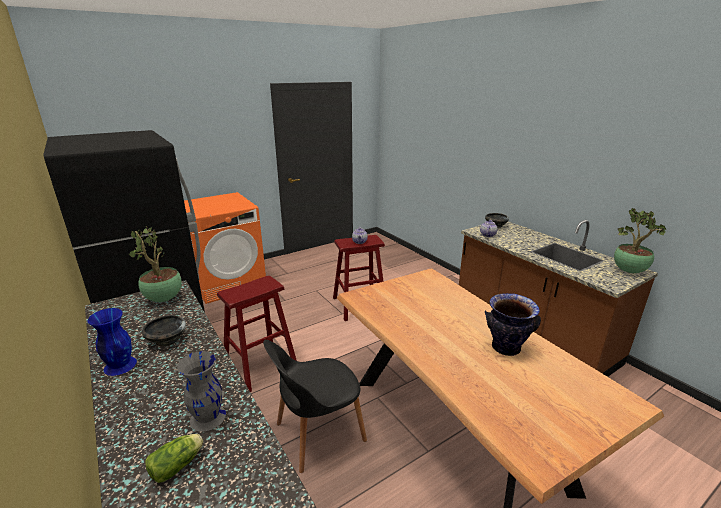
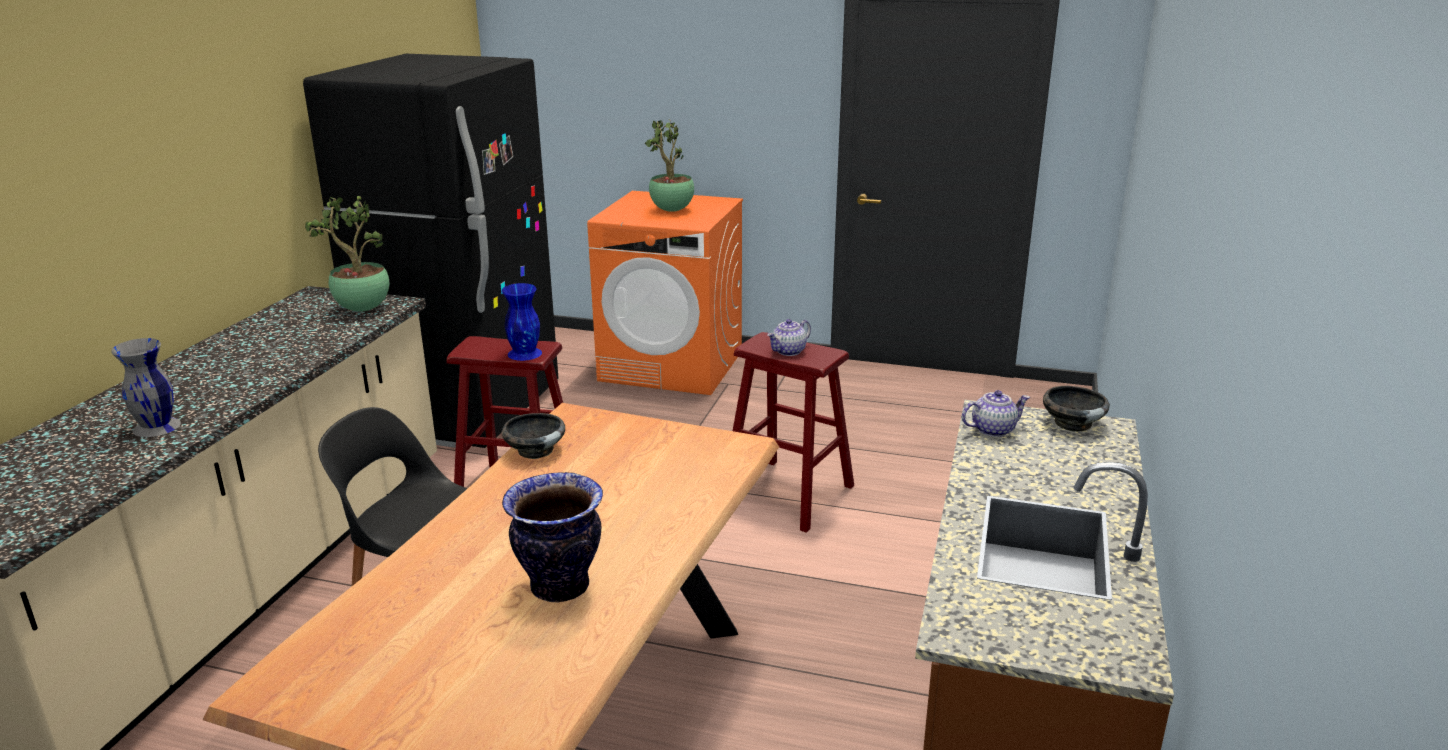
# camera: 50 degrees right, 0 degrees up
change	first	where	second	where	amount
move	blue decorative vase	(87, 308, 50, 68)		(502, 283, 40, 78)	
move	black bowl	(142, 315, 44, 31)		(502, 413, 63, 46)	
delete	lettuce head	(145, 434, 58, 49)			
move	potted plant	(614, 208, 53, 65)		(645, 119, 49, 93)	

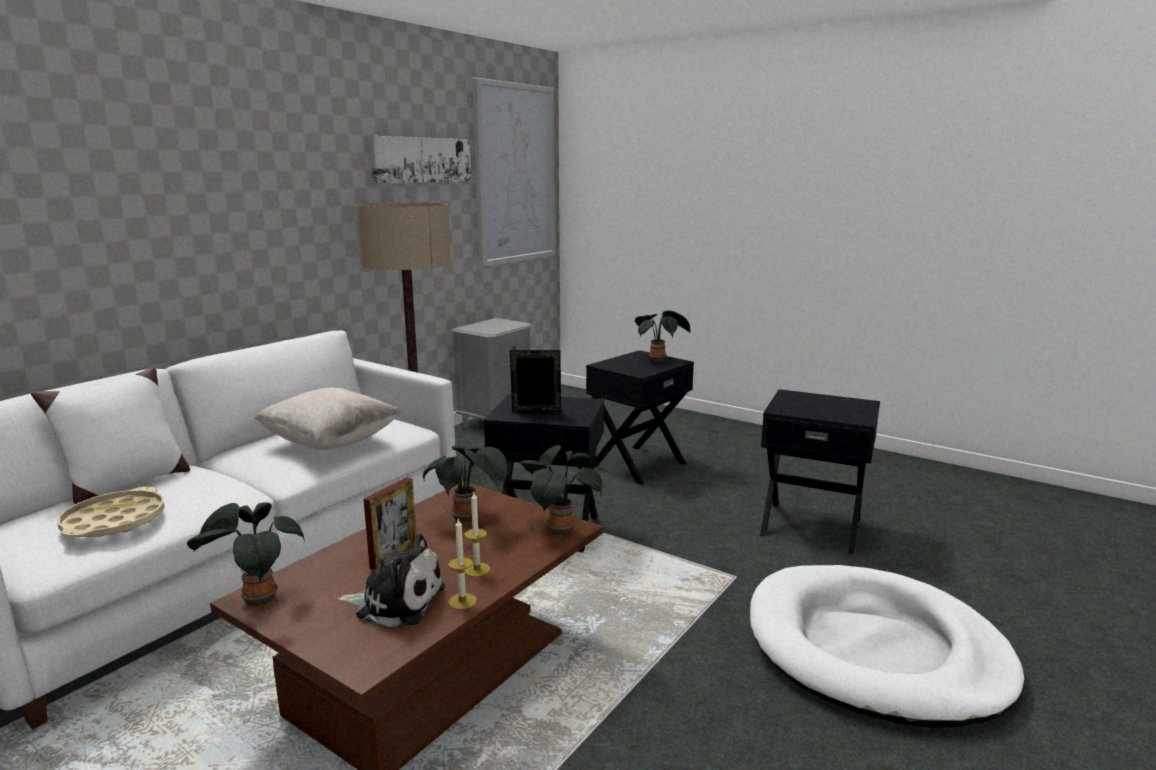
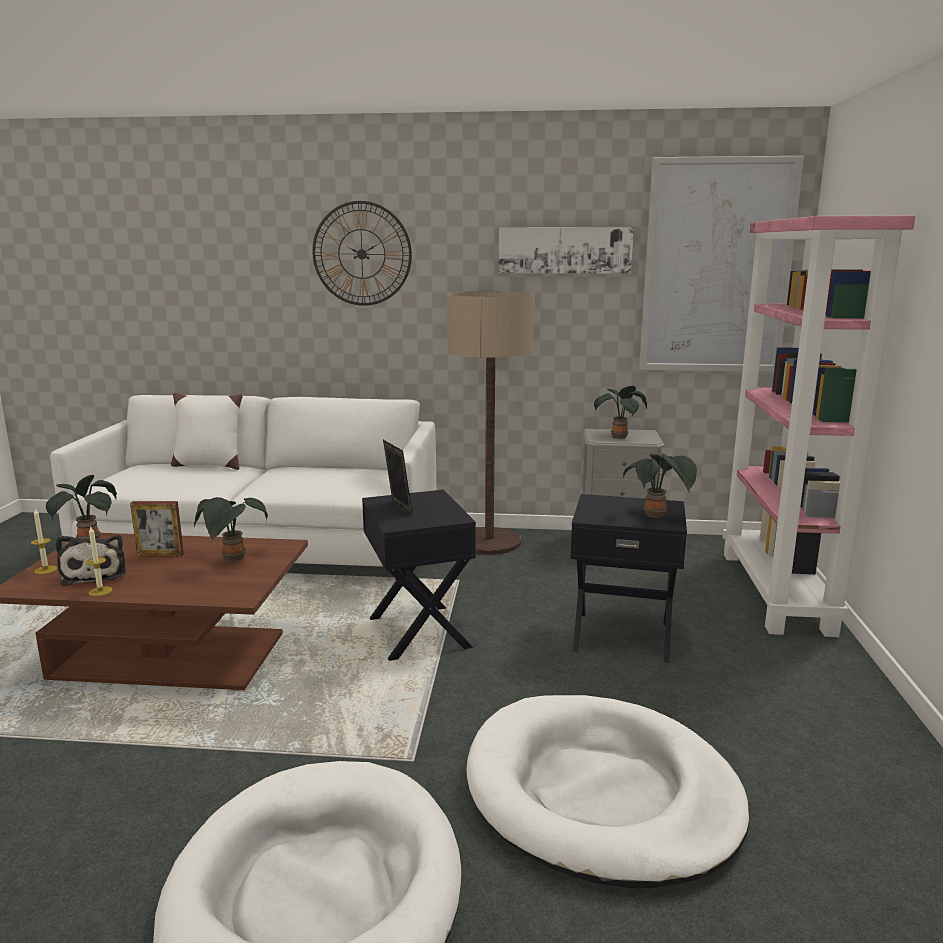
# camera: 60 degrees right, 0 degrees up
change	first	where	second	where	amount
delete	beige-coloured tray	(57, 487, 108, 50)			
delete	beige-coloured pillow	(254, 388, 147, 62)			
move	wax light	(464, 493, 26, 84)		(31, 509, 26, 65)	
move	potted plant	(519, 445, 83, 92)		(594, 386, 53, 52)	
replace	black accent table	(760, 389, 120, 165)	whitish dog cushion	(466, 695, 284, 193)	
insert			hanging clock	(312, 201, 100, 105)	
insert			pink bookcase	(722, 216, 193, 421)	

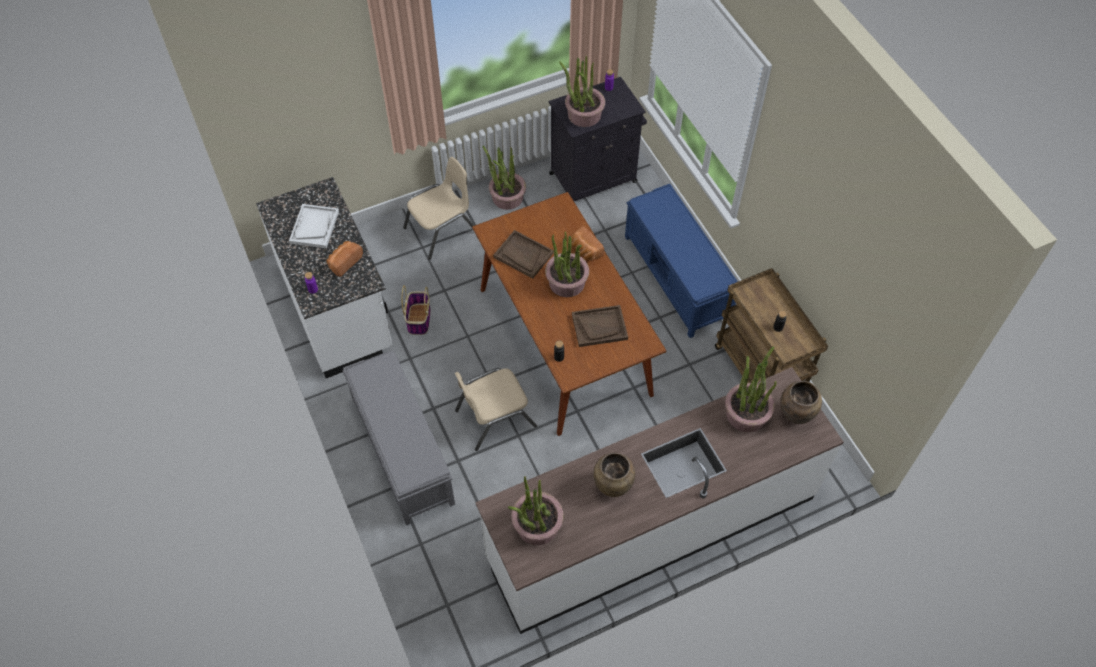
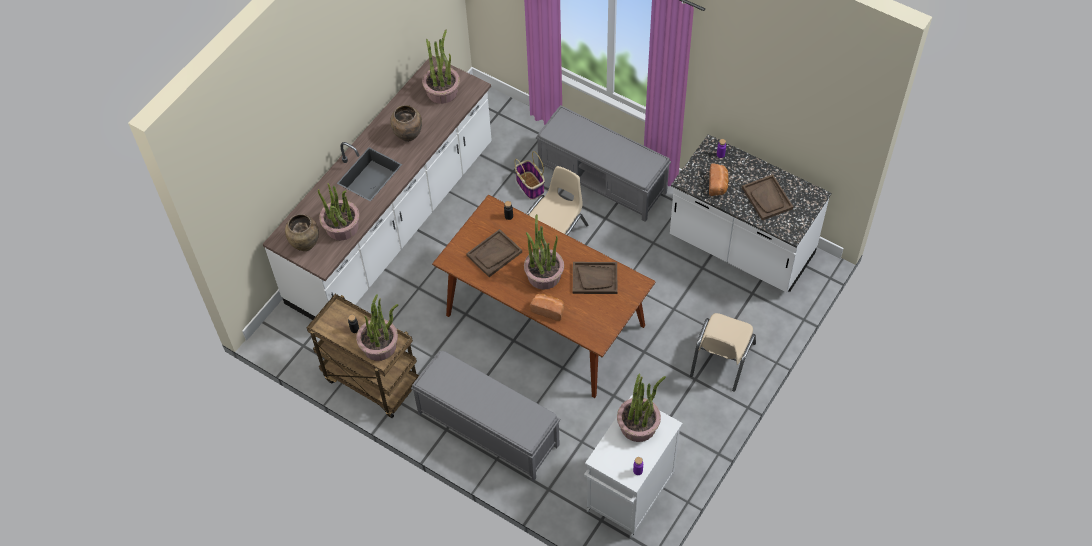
# camera: 150 degrees right, 0 degrees up
change	first	where	second	where	amount
recolor	whitish tray	(289, 204, 50, 44)	brownish tray	(742, 175, 51, 45)	
move	basket	(402, 285, 28, 50)		(514, 151, 31, 49)	
move	potted plant	(482, 146, 44, 64)		(356, 294, 42, 67)	
recolor	black storage cabinet	(549, 77, 98, 125)	whitish storage cabinet	(584, 395, 98, 143)	
recolor	blue bench	(625, 184, 113, 154)	greyish bench	(411, 351, 149, 131)	

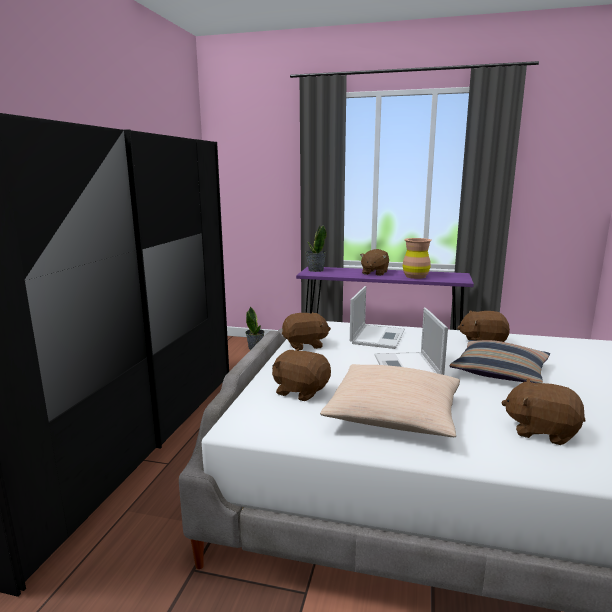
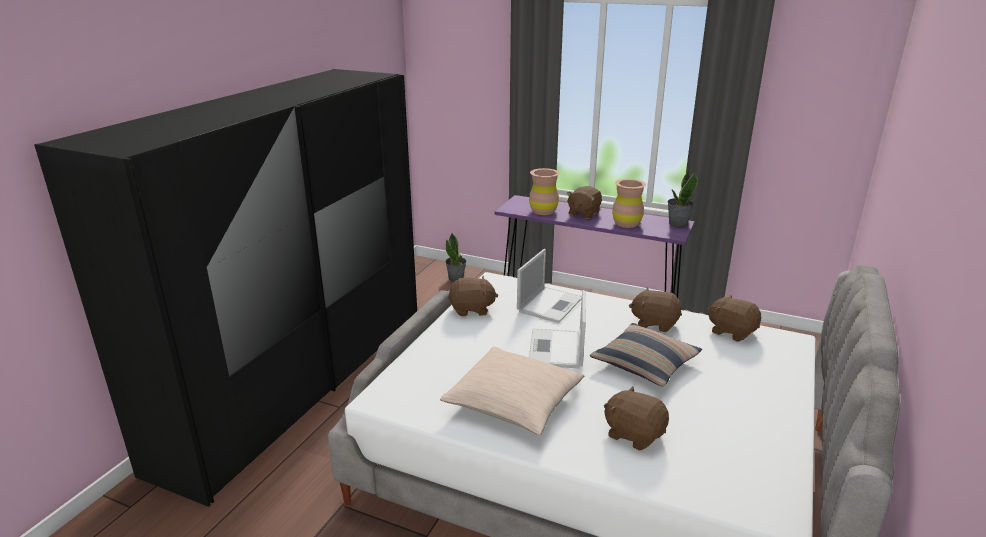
# camera: 10 degrees right, 10 degrees up
change	first	where	second	where	amount
move	brownish soft toy	(272, 348, 59, 53)		(707, 295, 54, 47)	
move	potted plant	(306, 225, 21, 47)		(668, 170, 30, 57)	
insert			brownish decorative vase	(529, 168, 31, 47)	

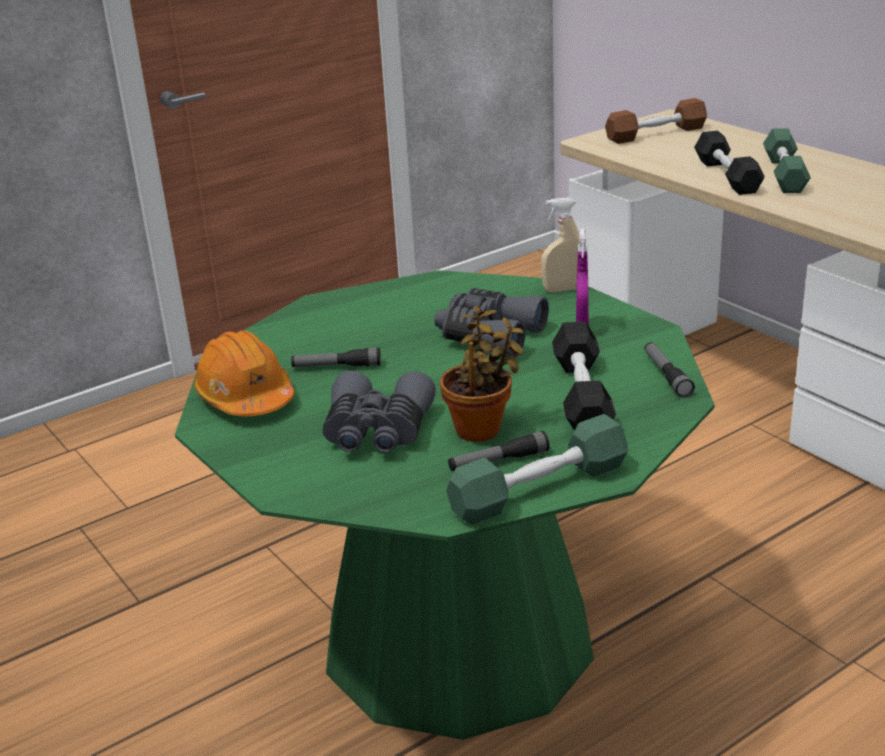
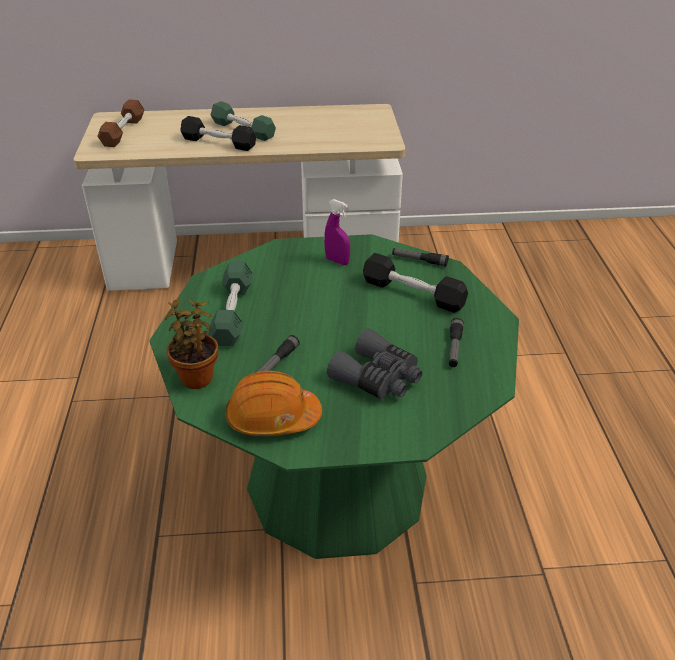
# camera: 60 degrees left, 10 degrees up
change	first	where	second	where	amount
delete	greyish binoculars	(434, 288, 115, 70)			
move	potted plant	(440, 306, 84, 136)		(165, 299, 54, 90)	
move	greenish free weight	(446, 414, 182, 110)		(208, 261, 45, 85)	
delete	beige-coloured spray bottle	(541, 197, 38, 95)			

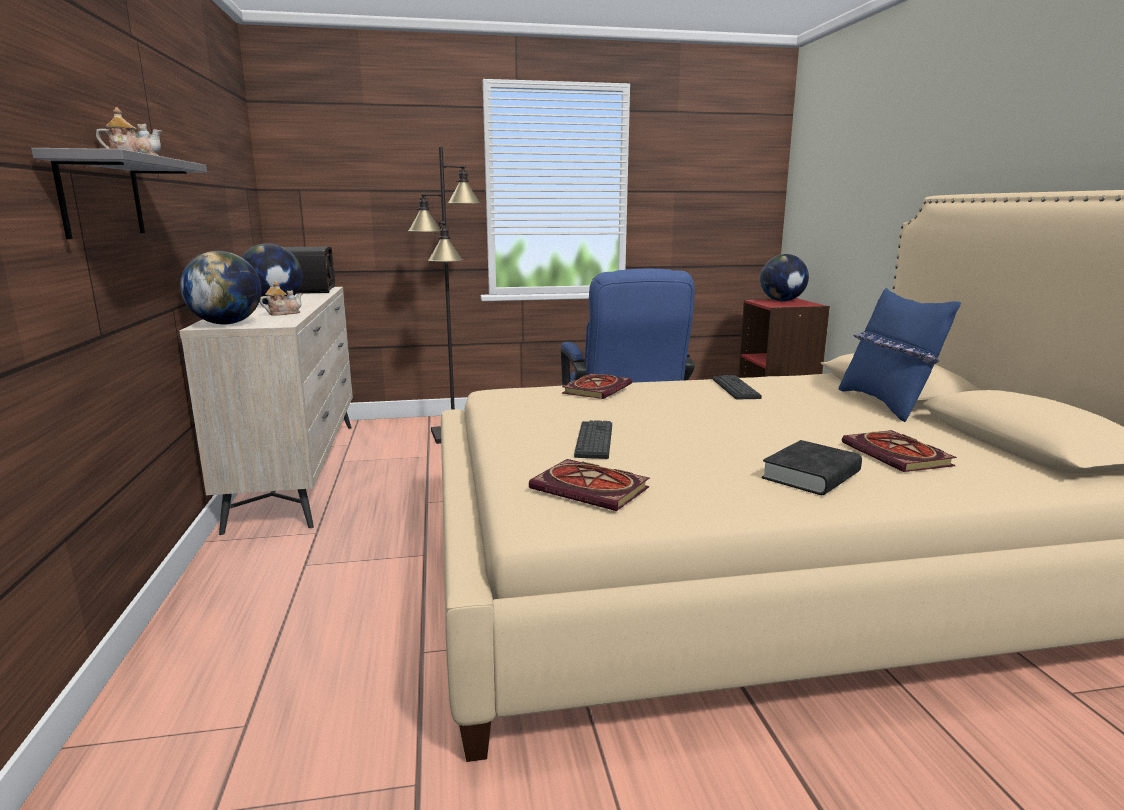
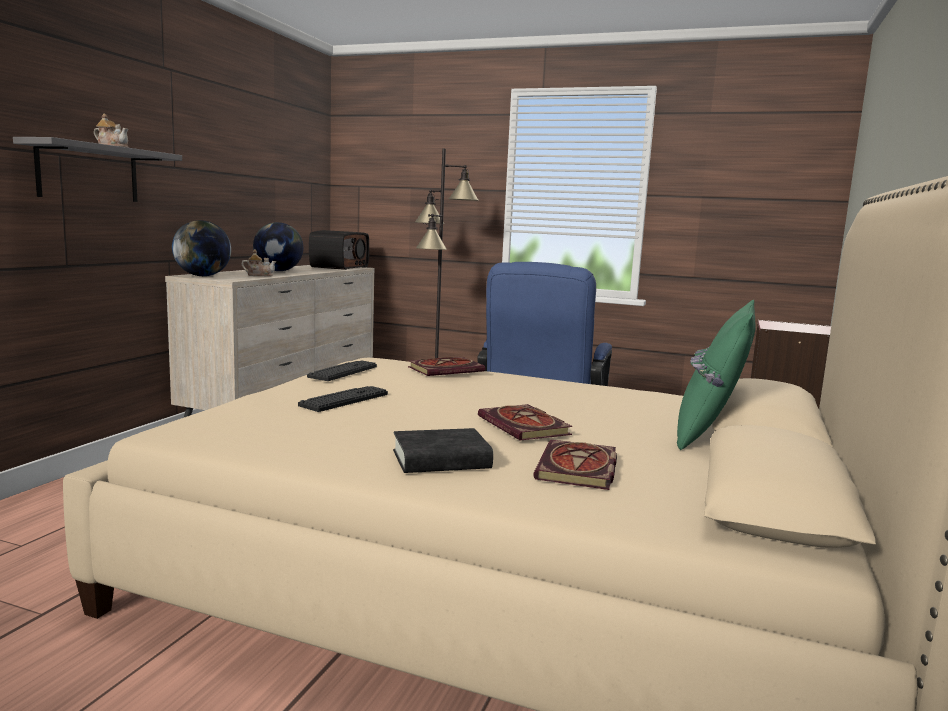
# camera: 30 degrees right, 5 degrees down
change	first	where	second	where	amount
move	bound book	(529, 459, 120, 52)		(478, 404, 94, 36)	
move	computer keyboard	(713, 375, 49, 24)		(307, 360, 70, 21)	
delete	globe	(760, 254, 49, 47)			
recolor	blue pillow	(839, 288, 122, 134)	greenish pillow	(677, 300, 79, 150)	

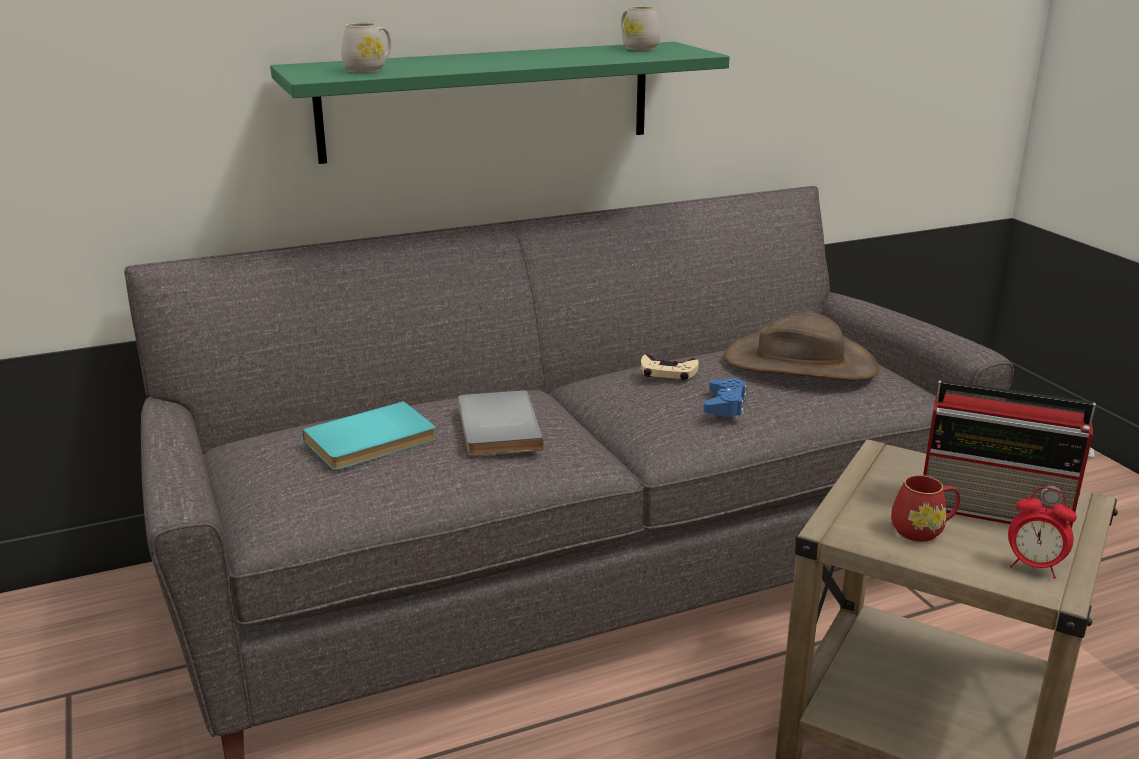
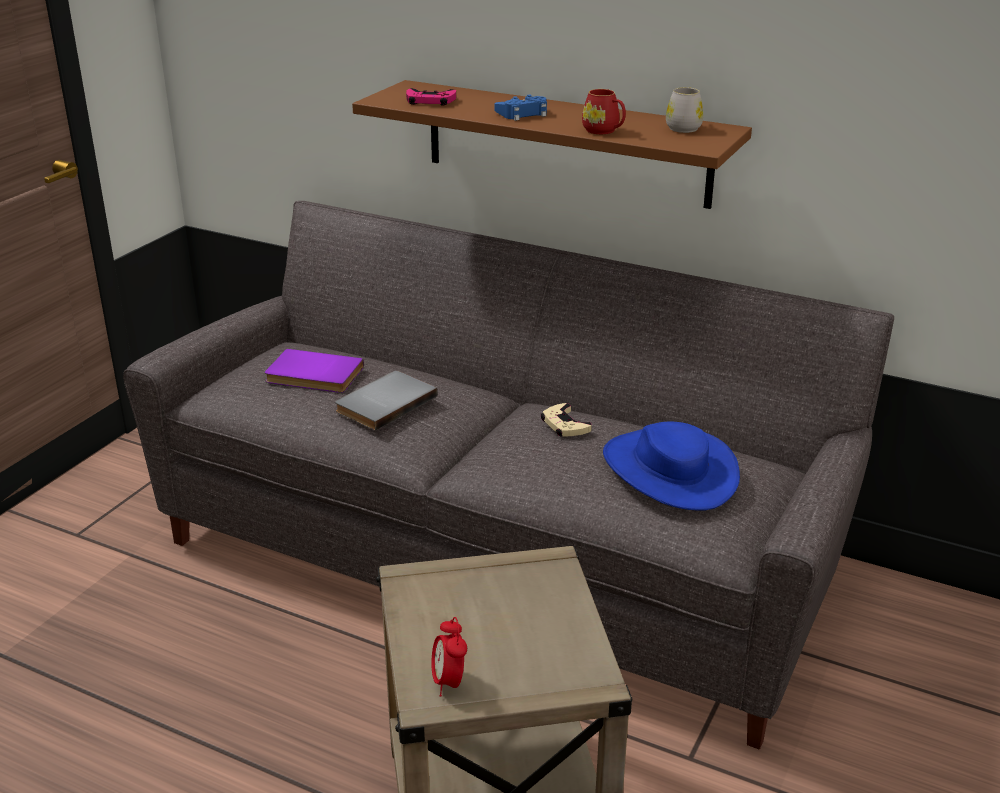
# camera: 50 degrees right, 5 degrees up
change	first	where	second	where	amount
recolor	greenish shelf	(270, 42, 460, 122)	brownish shelf	(352, 80, 400, 129)	
recolor	blue-green bound book	(302, 401, 135, 69)	purple bound book	(265, 349, 99, 44)	
replace	whitish mug	(341, 23, 50, 50)	pink gamepad	(406, 88, 50, 18)	
move	blue gamepad	(703, 378, 44, 39)		(495, 94, 52, 27)	
recolor	brownish wearable hat	(723, 313, 156, 67)	blue wearable hat	(603, 422, 137, 88)	
move	red-coloured mug	(891, 475, 69, 67)		(582, 89, 44, 45)	
delete	radio	(923, 380, 173, 148)			

